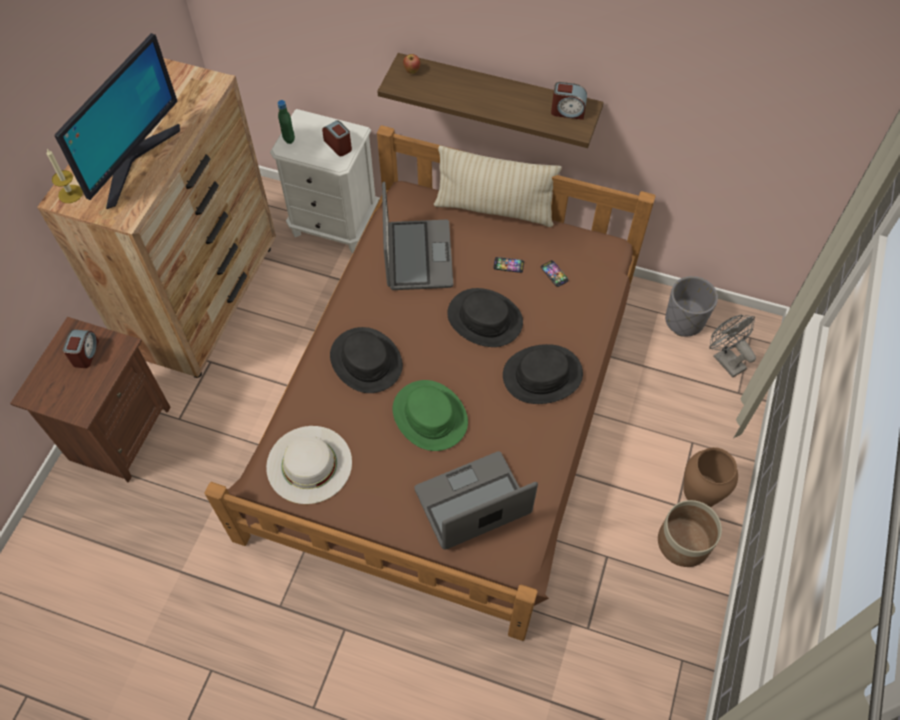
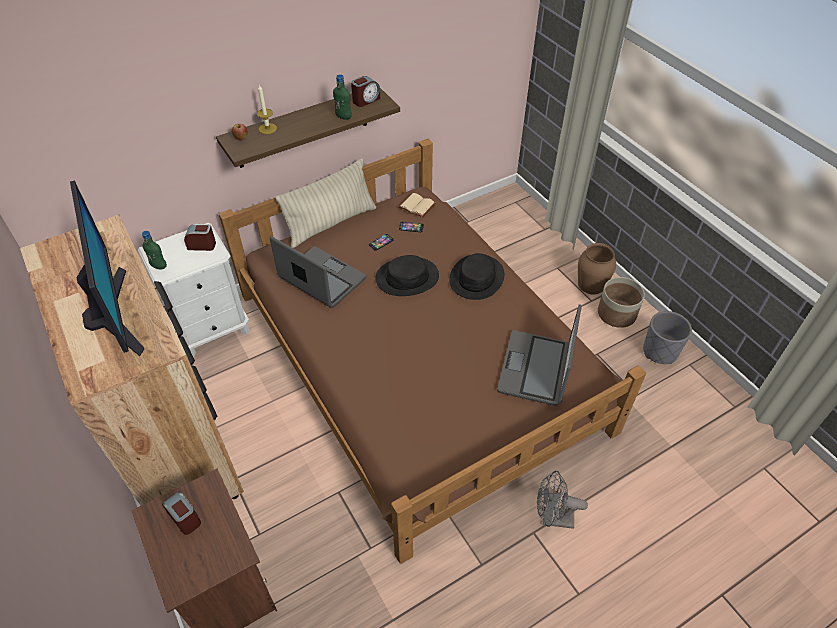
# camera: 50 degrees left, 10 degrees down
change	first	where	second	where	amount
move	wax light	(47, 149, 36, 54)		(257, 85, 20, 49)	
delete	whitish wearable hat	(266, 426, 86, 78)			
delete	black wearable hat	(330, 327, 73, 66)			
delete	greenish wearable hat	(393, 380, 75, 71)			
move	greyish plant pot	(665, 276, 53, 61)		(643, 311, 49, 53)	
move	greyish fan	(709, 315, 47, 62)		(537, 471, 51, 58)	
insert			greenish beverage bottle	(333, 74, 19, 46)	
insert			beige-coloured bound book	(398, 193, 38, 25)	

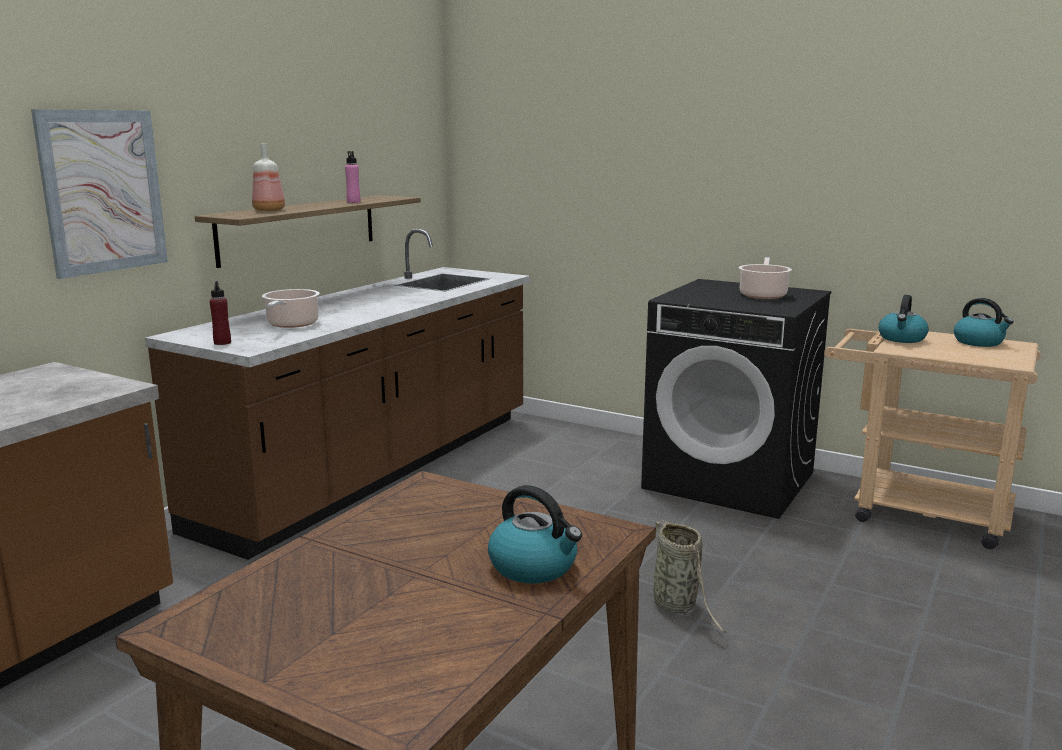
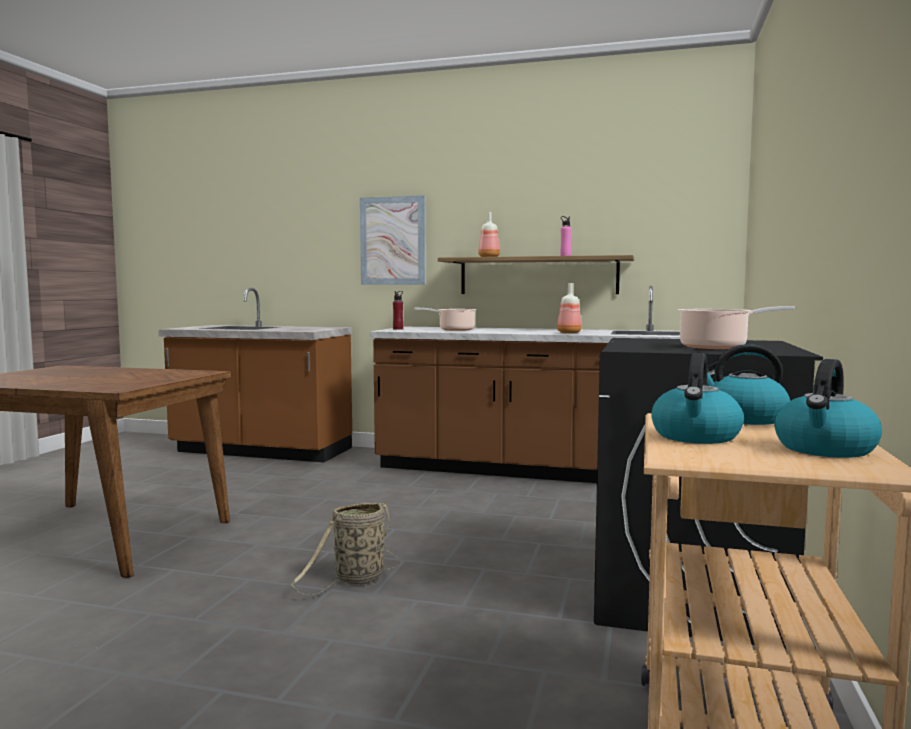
# camera: 75 degrees right, 10 degrees down
change	first	where	second	where	amount
move	water kettle	(488, 485, 94, 98)		(651, 353, 93, 91)	
insert			beverage bottle	(557, 283, 25, 50)	

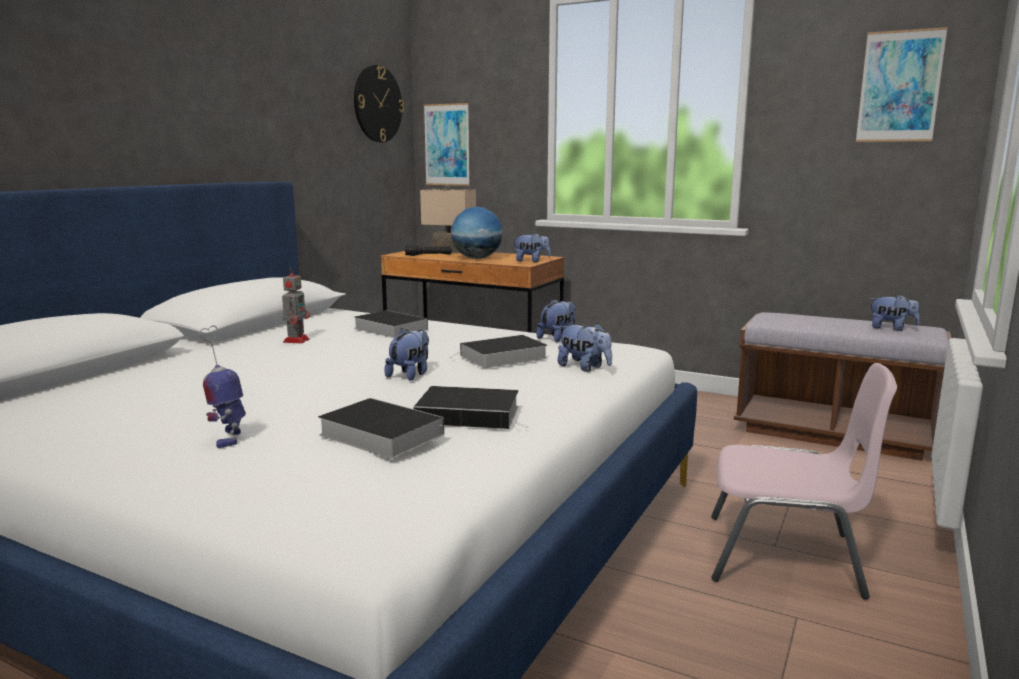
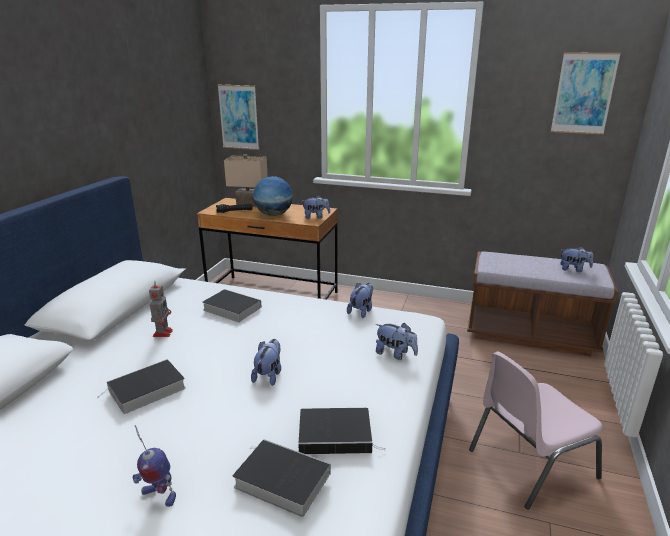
# camera: 10 degrees left, 10 degrees up
change	first	where	second	where	amount
rotate	toy robot	(200, 325, 46, 123)		(133, 425, 43, 82)	45 degrees counterclockwise
delete	hanging clock	(354, 65, 50, 78)			
move	bound book	(449, 335, 99, 33)		(99, 359, 87, 55)	
rotate	pink chair	(711, 363, 186, 237)		(469, 352, 134, 158)	150 degrees clockwise

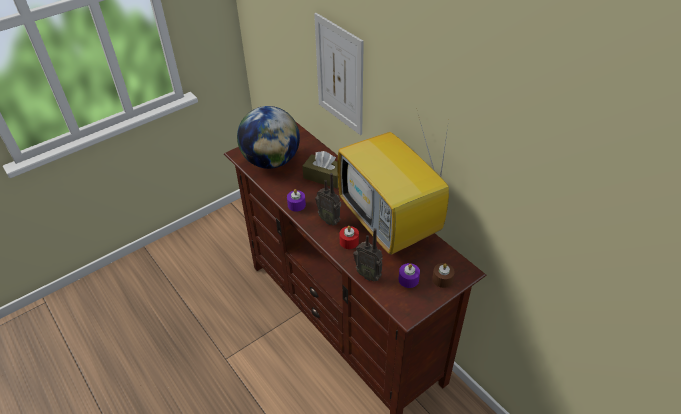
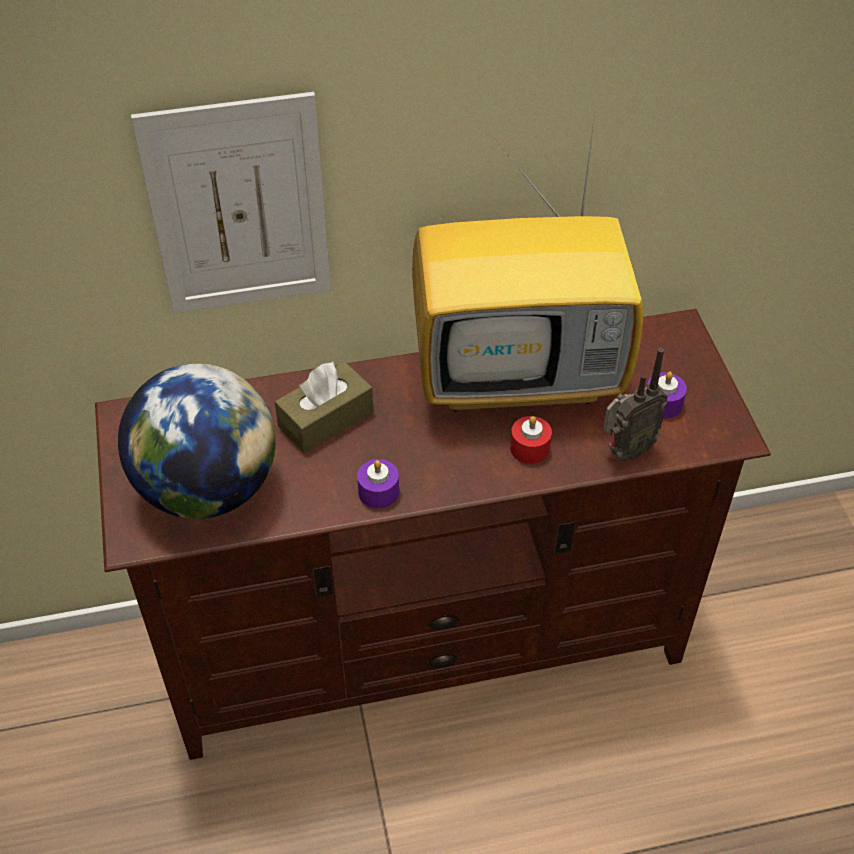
# camera: 65 degrees left, 5 degrees up
change	first	where	second	where	amount
delete	radio	(315, 173, 26, 52)			
delete	brownish wax light	(432, 263, 23, 25)			

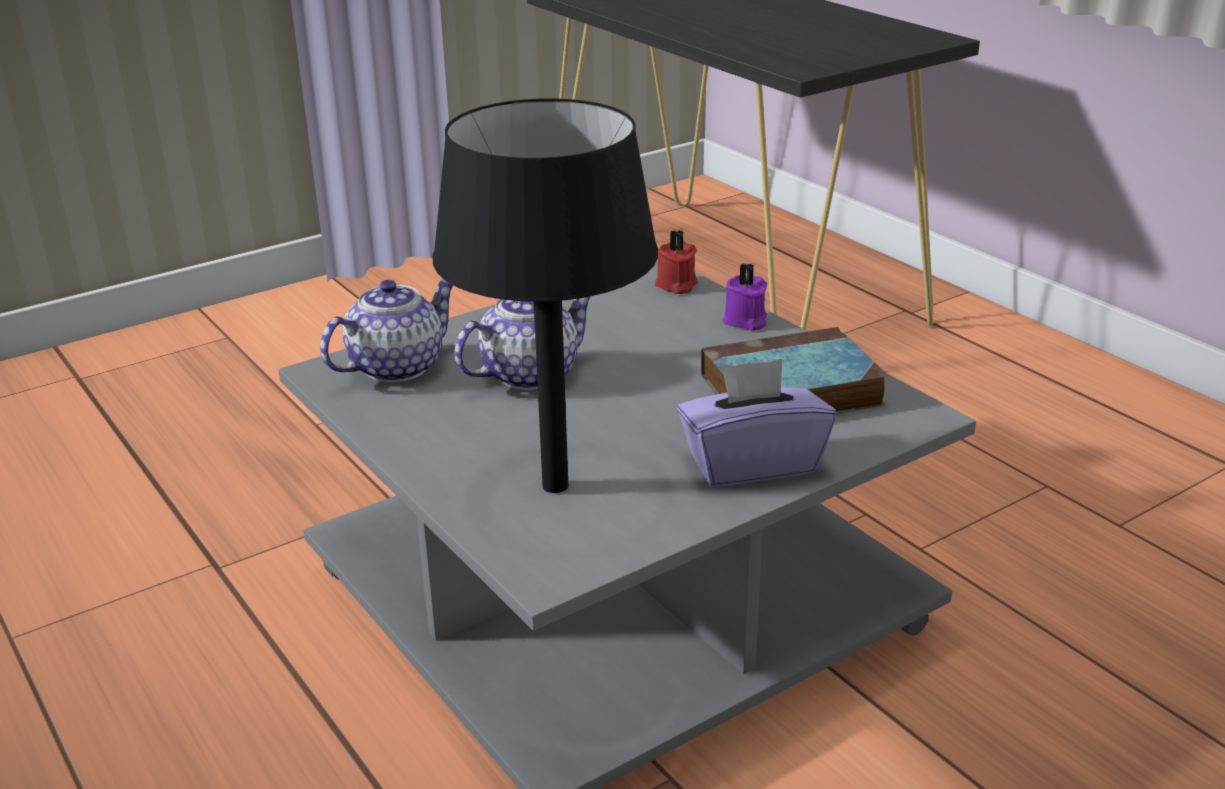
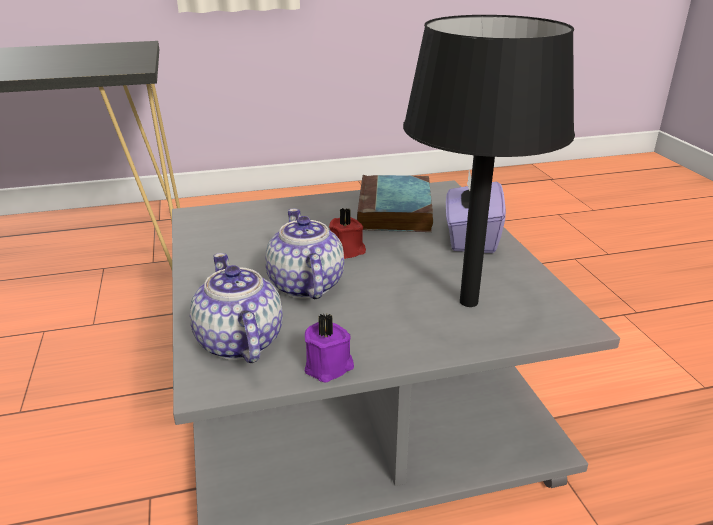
# camera: 70 degrees left, 0 degrees up
change	first	where	second	where	amount
move	red-coloured wax light	(655, 230, 43, 64)		(329, 208, 37, 51)	
move	purple wax light	(723, 263, 44, 68)		(305, 313, 49, 70)	

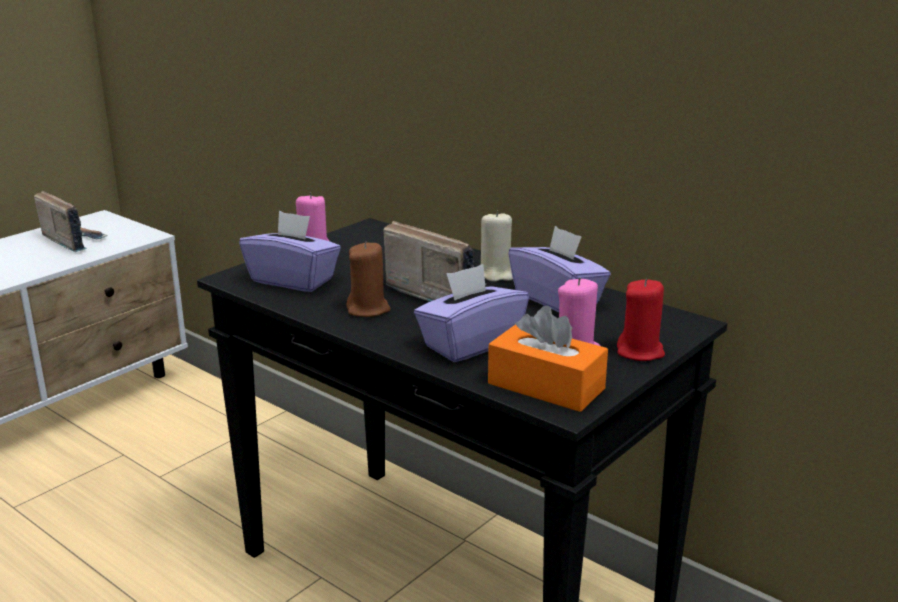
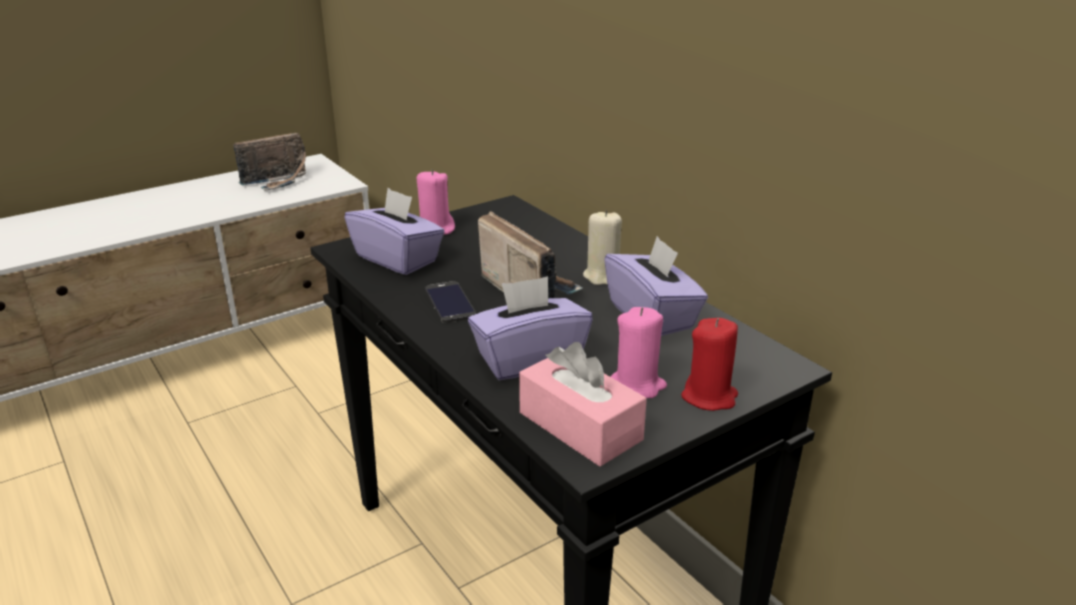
# camera: 15 degrees right, 5 degrees up
change	first	where	second	where	amount
rotate	radio	(34, 191, 74, 61)		(233, 133, 73, 57)	90 degrees clockwise
replace	brownish wax light	(346, 241, 44, 76)	phone	(425, 281, 51, 42)	
recolor	orangey tissue holder	(488, 306, 120, 106)	pink tissue holder	(519, 342, 128, 124)	

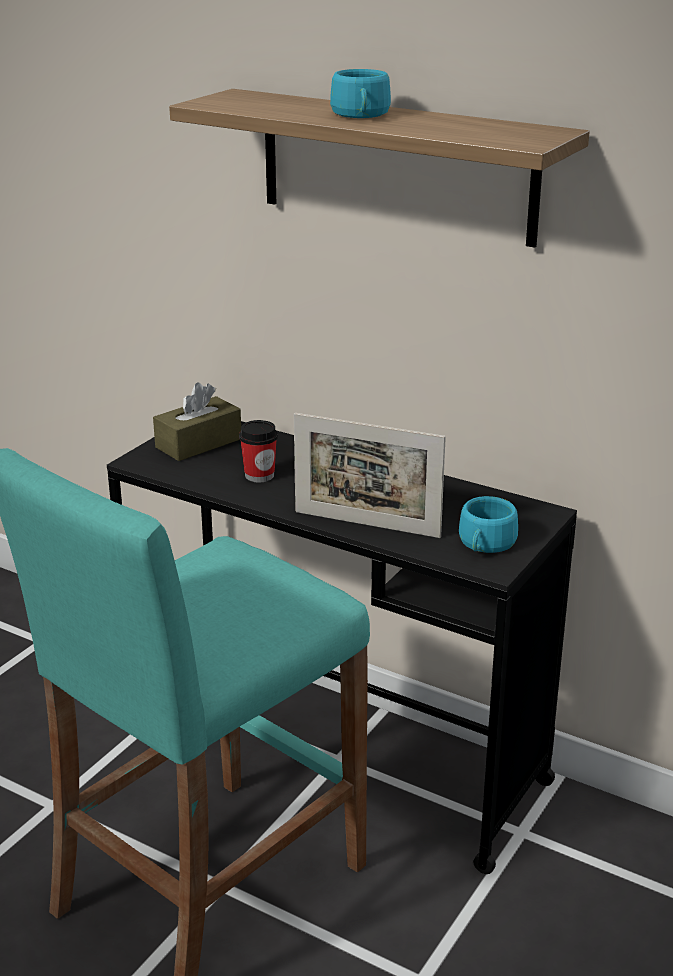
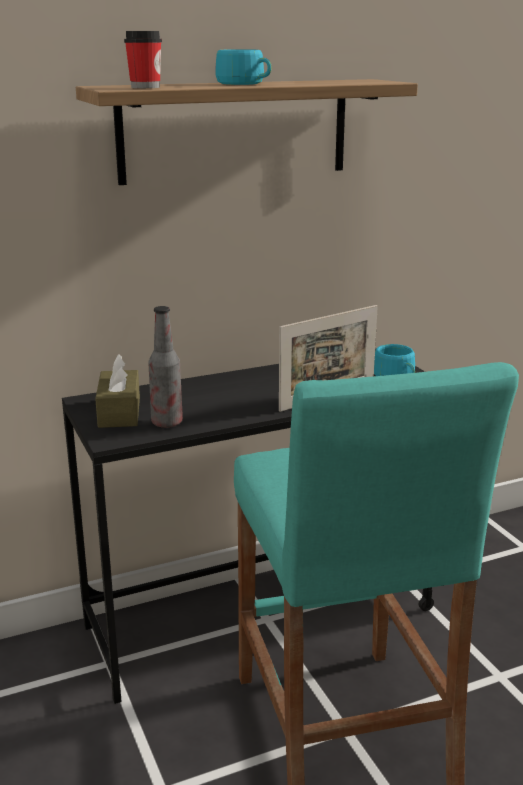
# camera: 55 degrees left, 5 degrees down
change	first	where	second	where	amount
move	small cup	(239, 420, 39, 62)		(124, 31, 38, 57)	
insert			beverage bottle	(148, 306, 35, 122)	

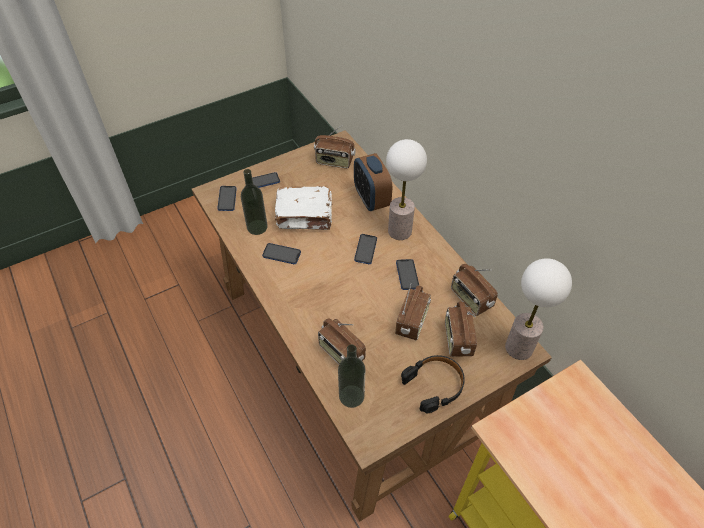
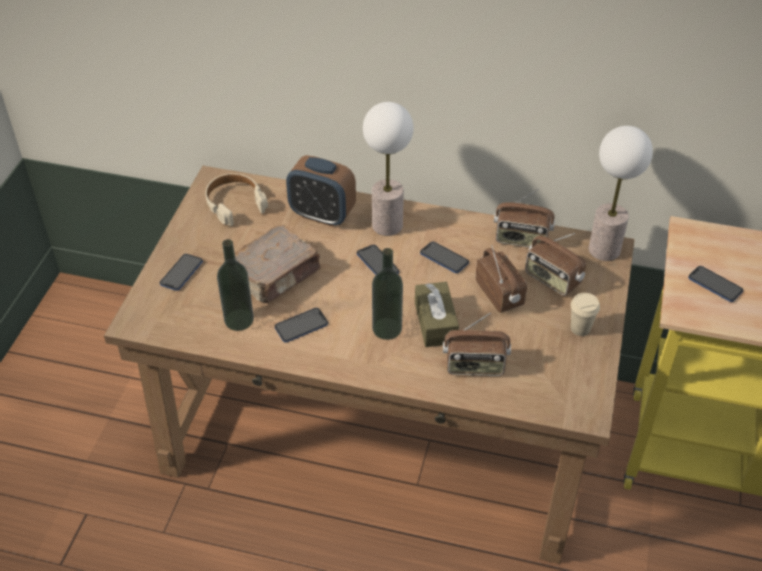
# camera: 45 degrees left, 5 degrees down
change	first	where	second	where	amount
move	phone	(217, 186, 20, 25)		(688, 266, 55, 36)	
recolor	whitish bound book	(275, 186, 58, 44)	brownish bound book	(235, 225, 86, 78)	
replace	radio	(314, 125, 42, 43)	beige-coloured headphones	(205, 173, 63, 53)	
move	beverage bottle	(338, 344, 28, 64)		(372, 248, 31, 92)	
replace	black headphones	(401, 355, 64, 59)	beige-coloured small cup	(571, 293, 29, 43)	
insert			brownish tissue holder	(415, 282, 44, 65)	

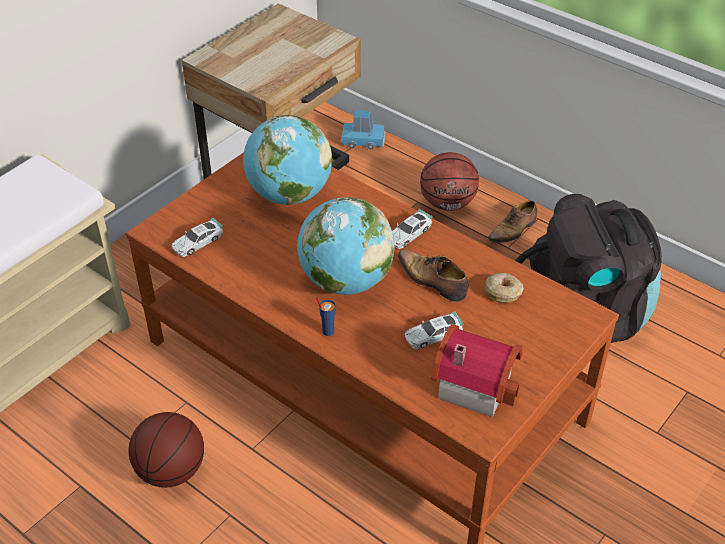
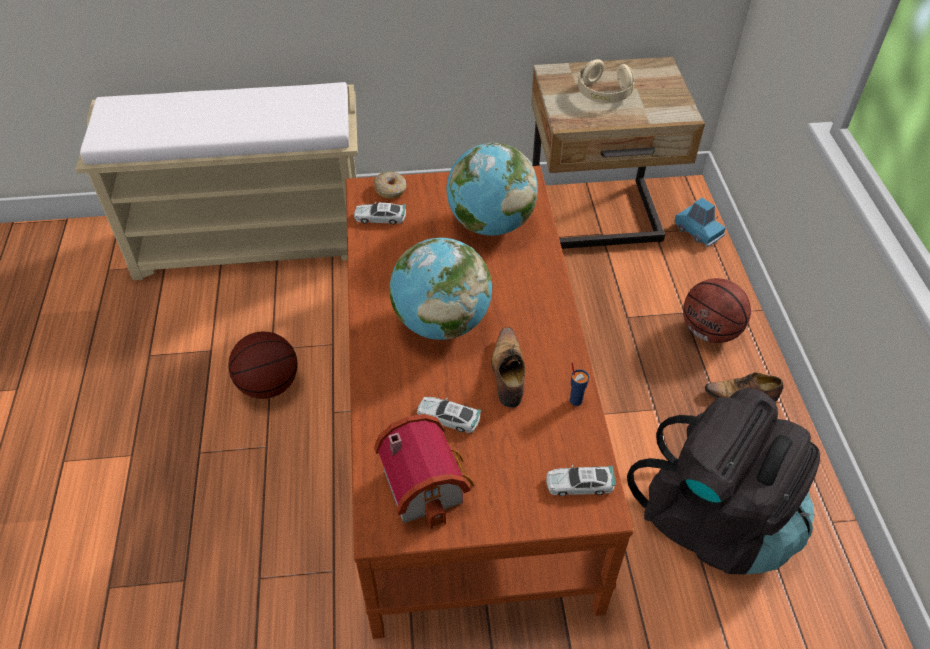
# camera: 45 degrees right, 5 degrees up
change	first	where	second	where	amount
move	blue small cup	(316, 297, 20, 39)		(570, 362, 19, 44)	
move	toy car	(392, 209, 41, 40)		(546, 465, 70, 31)	
move	donut	(484, 273, 40, 30)		(374, 171, 33, 27)	
insert			beige-coloured headphones	(578, 59, 57, 44)	

